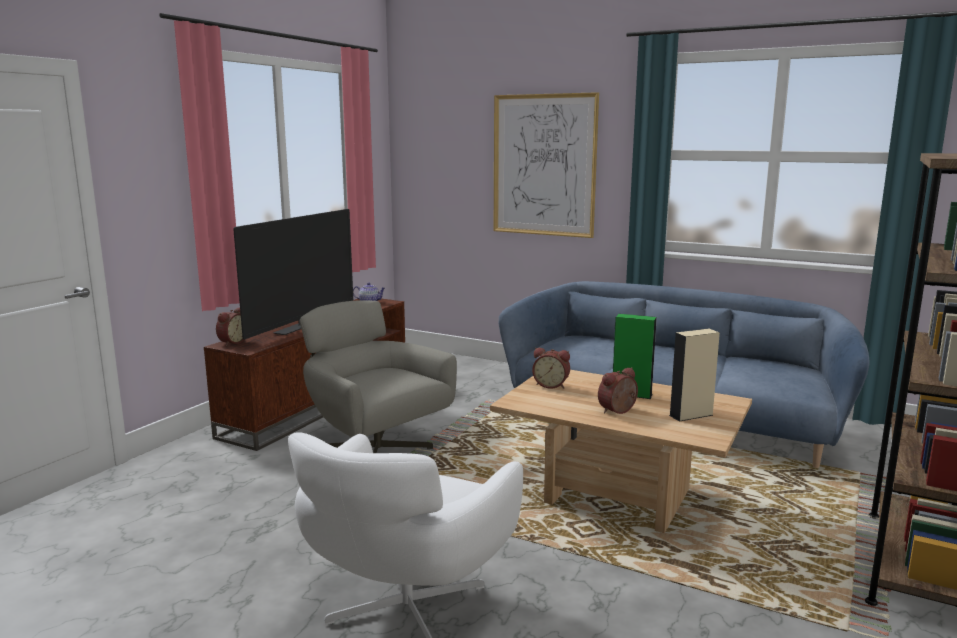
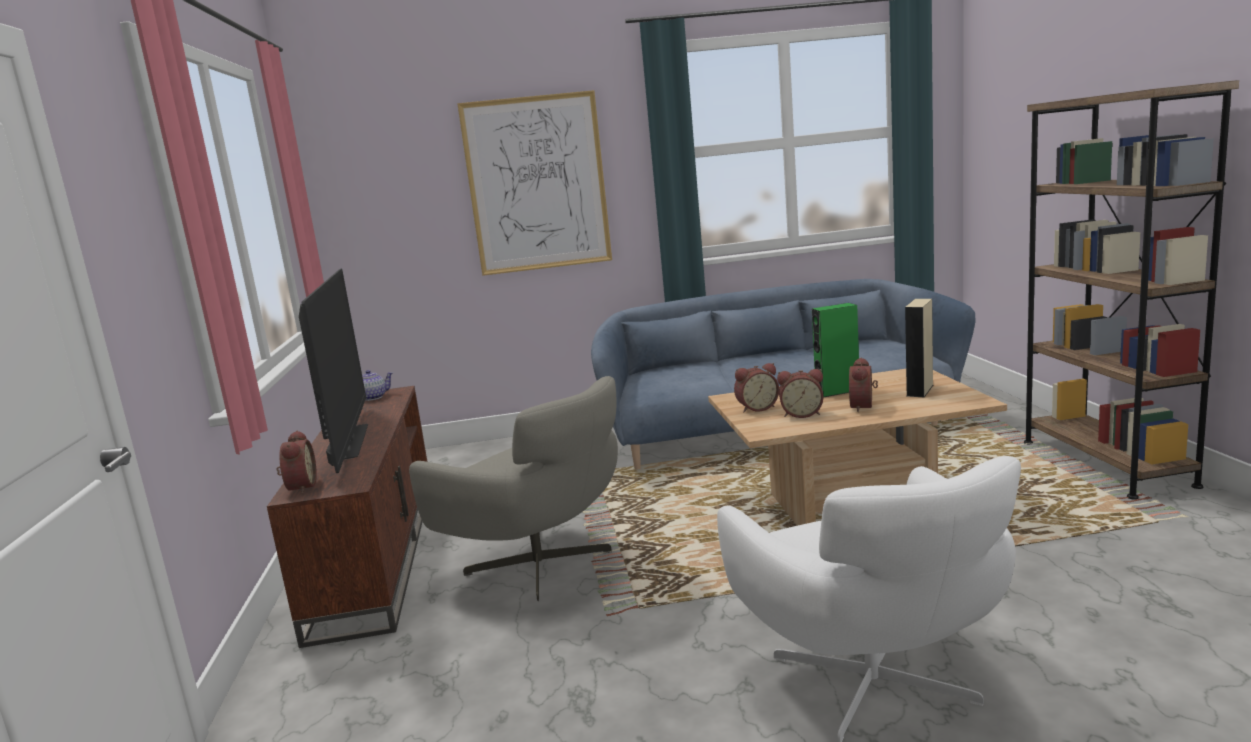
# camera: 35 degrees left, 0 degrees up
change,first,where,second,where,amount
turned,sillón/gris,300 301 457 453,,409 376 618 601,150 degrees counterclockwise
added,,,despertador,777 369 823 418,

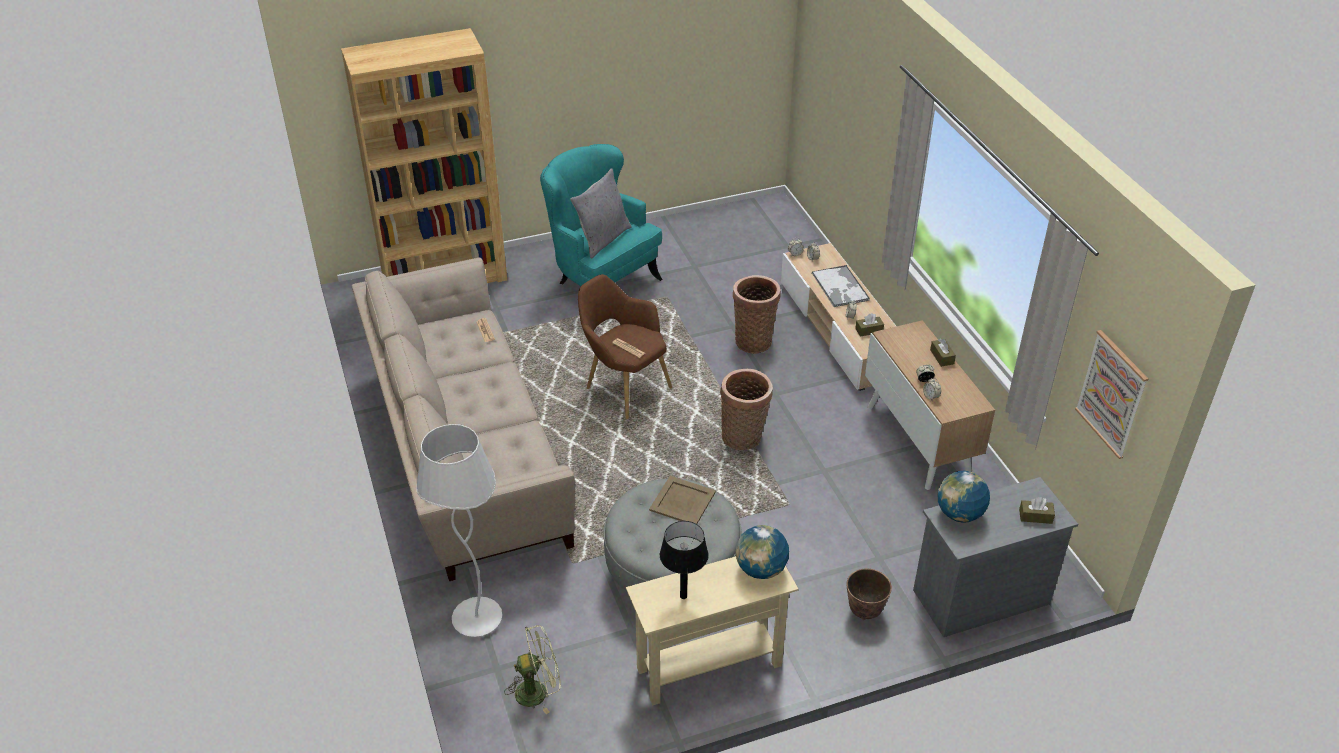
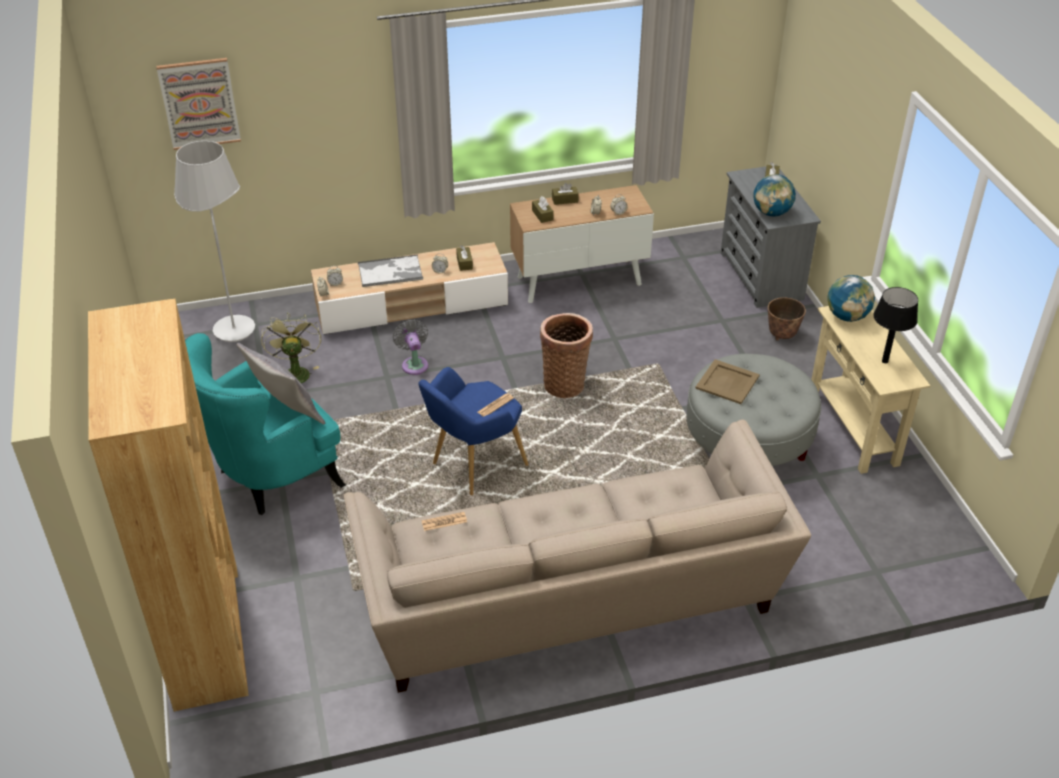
# camera: 85 degrees left, 0 degrees up
change,first,where,second,where,amount
recoloured,sillón/marrón,578 274 672 419,sillón/azul,418 367 529 495,
replaced,cesta,733 275 781 354,ventilador/gris,393 319 428 375,
moved,cuadro,1075 330 1148 459,,156 58 241 150,
moved,lámpara de pie/blanco,417 424 502 637,,174 141 255 342,
moved,ventilador/verde,504 625 561 715,,261 313 321 383,
added,,,caja de pañuelos/marrón,532 196 554 223,

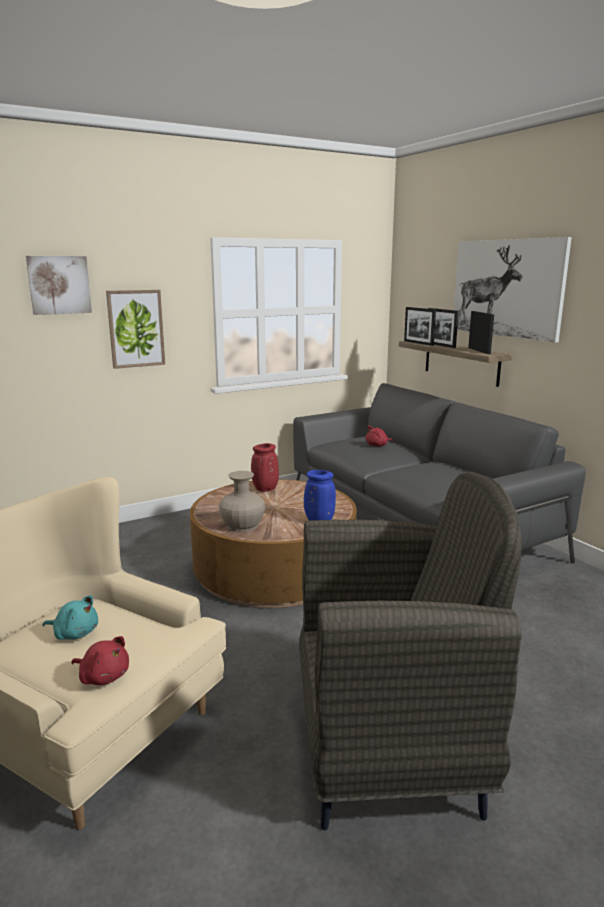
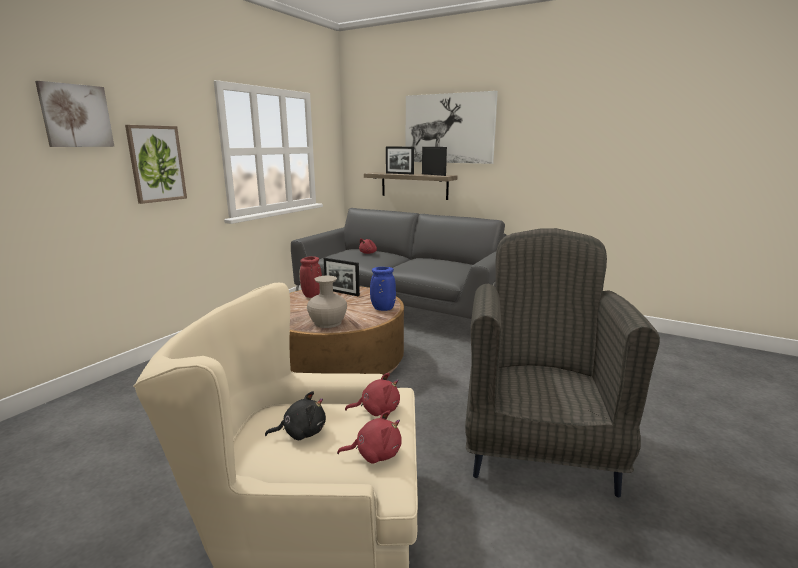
# camera: 30 degrees left, 0 degrees up
change,first,where,second,where,amount
moved,portarretratos,404 307 436 346,,324 258 360 296,
turned,sillón/gris,299 472 522 831,,465 228 660 497,45 degrees counterclockwise
recoloured,peluche/turquesa,43 595 98 640,peluche/negro,265 391 326 440,
added,,,peluche/rojo,345 373 400 416,

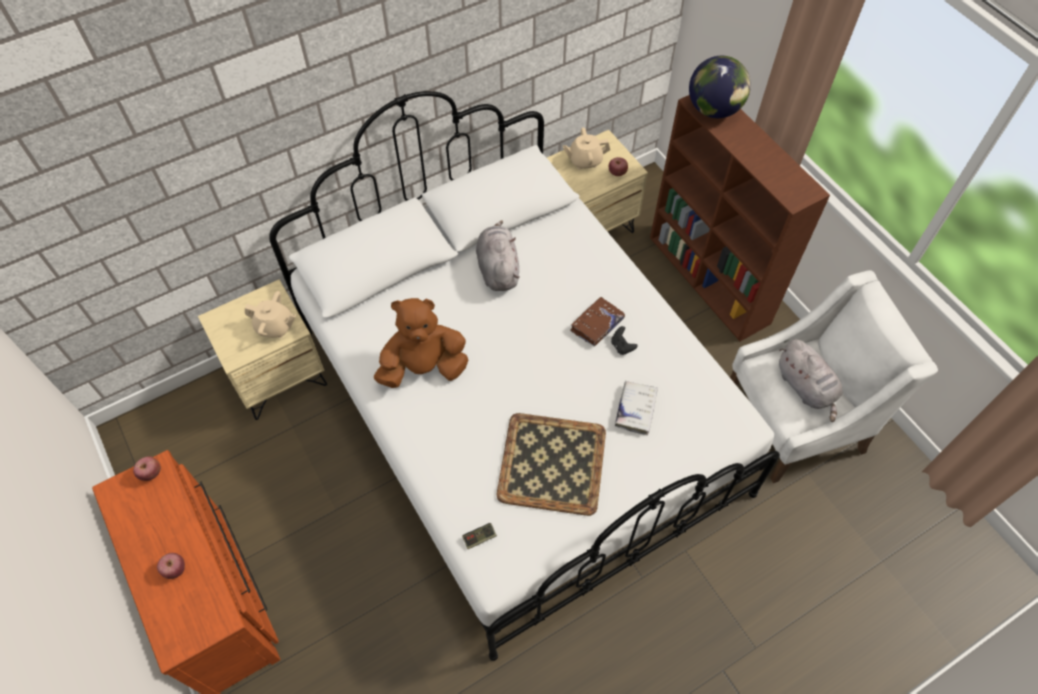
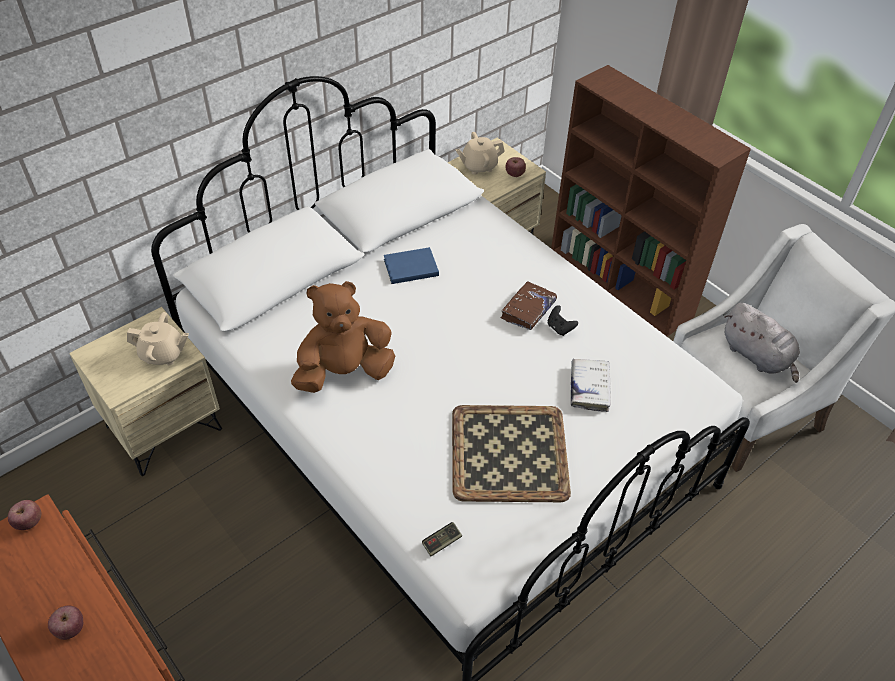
# camera: 10 degrees left, 10 degrees down
change,first,where,second,where,amount
removed,globo terráqueo,689 56 751 118,,,
replaced,peluche/gris,476 220 520 291,libro/azul,384 247 439 284,

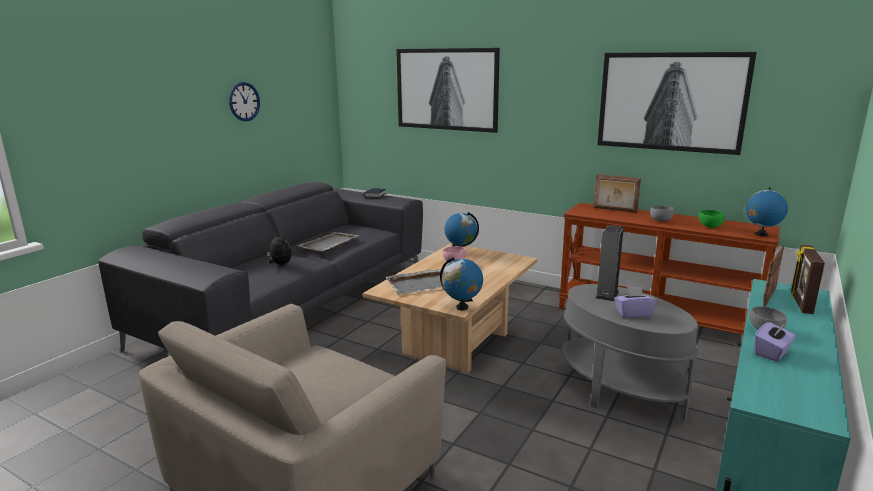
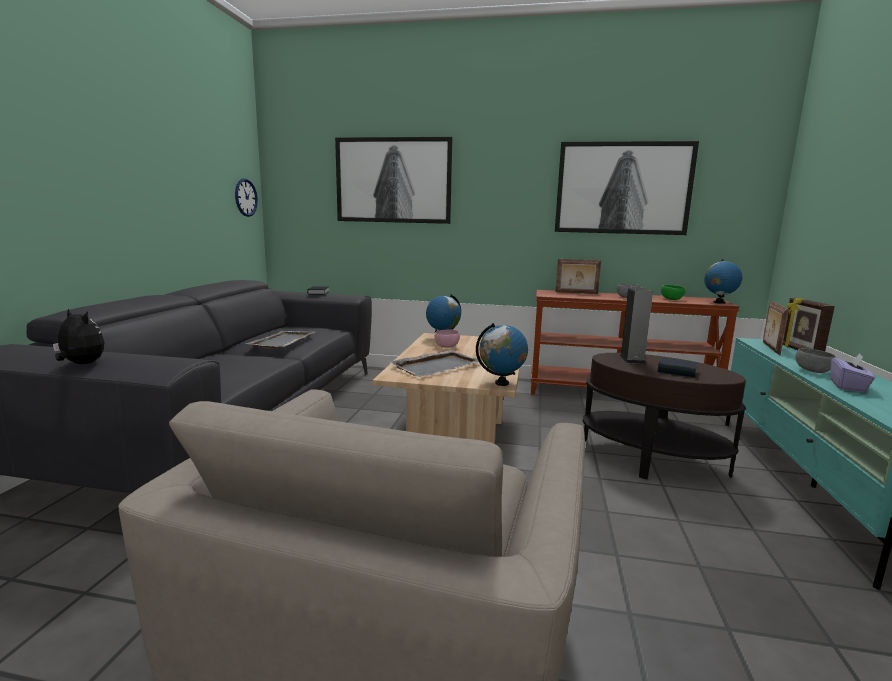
# camera: 20 degrees left, 5 degrees down
change,first,where,second,where,amount
moved,reloj de pared,229 82 260 121,,235 178 258 217,
moved,peluche,267 233 292 265,,53 308 104 364,
recoloured,mesa auxiliar/gris,561 284 698 421,mesa auxiliar/marrón,583 353 746 479,
replaced,caja de pañuelos/morado,614 287 657 318,libro,657 358 698 377,

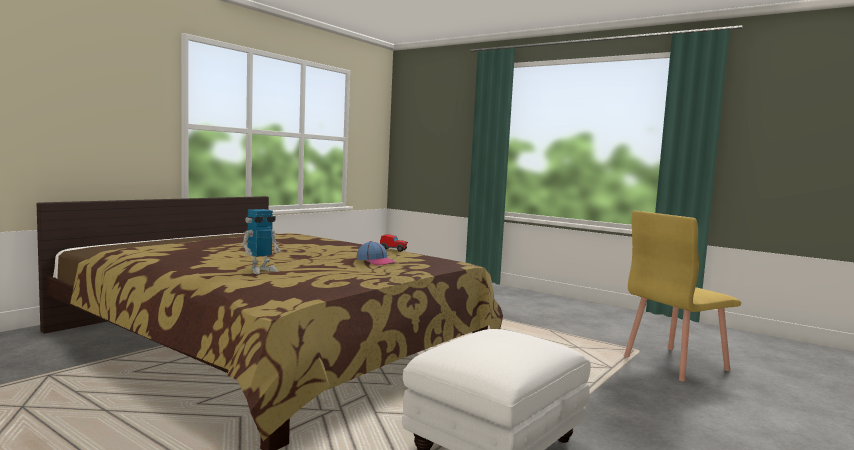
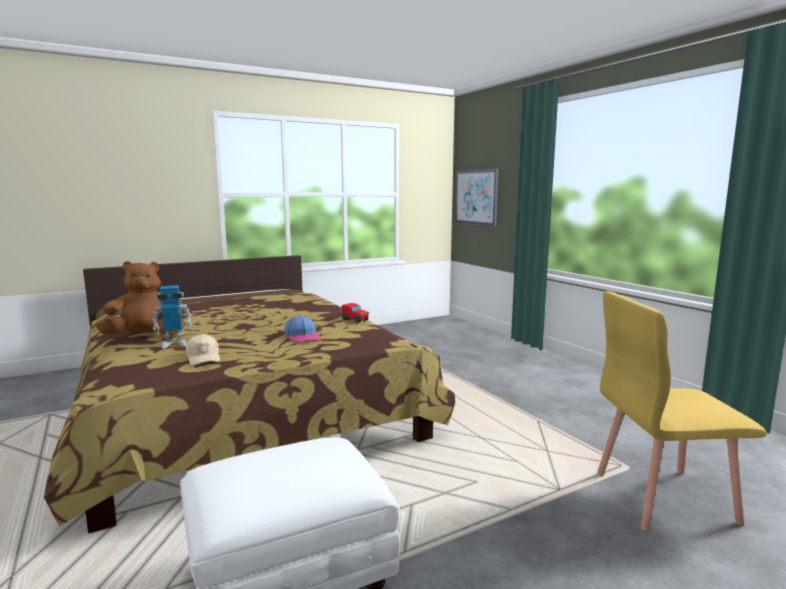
# camera: 25 degrees right, 5 degrees up
change,first,where,second,where,amount
added,,,cuadro,455 169 498 226,
added,,,peluche/marrón,96 261 185 335,
added,,,gorra/beis,186 334 220 365,

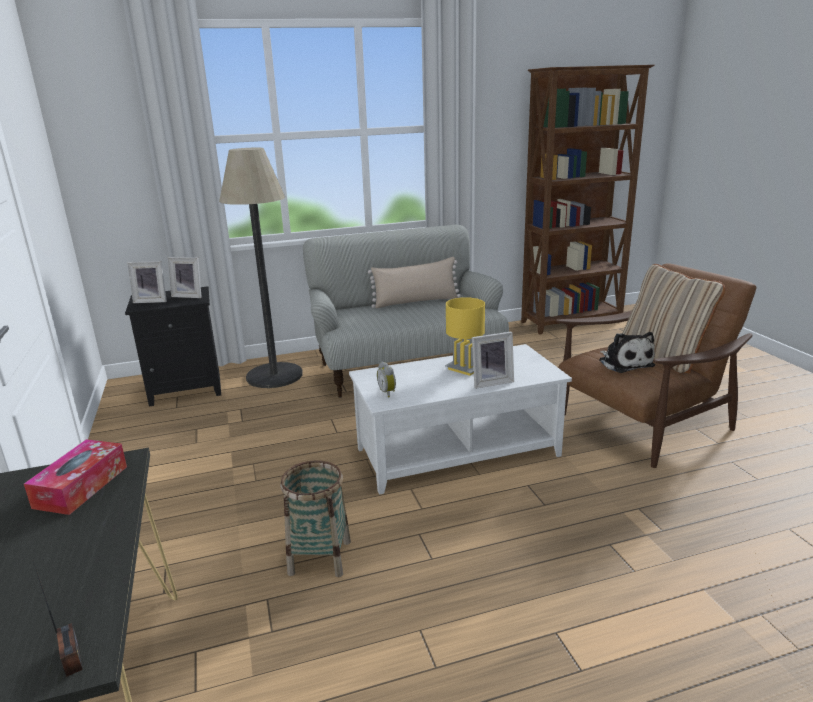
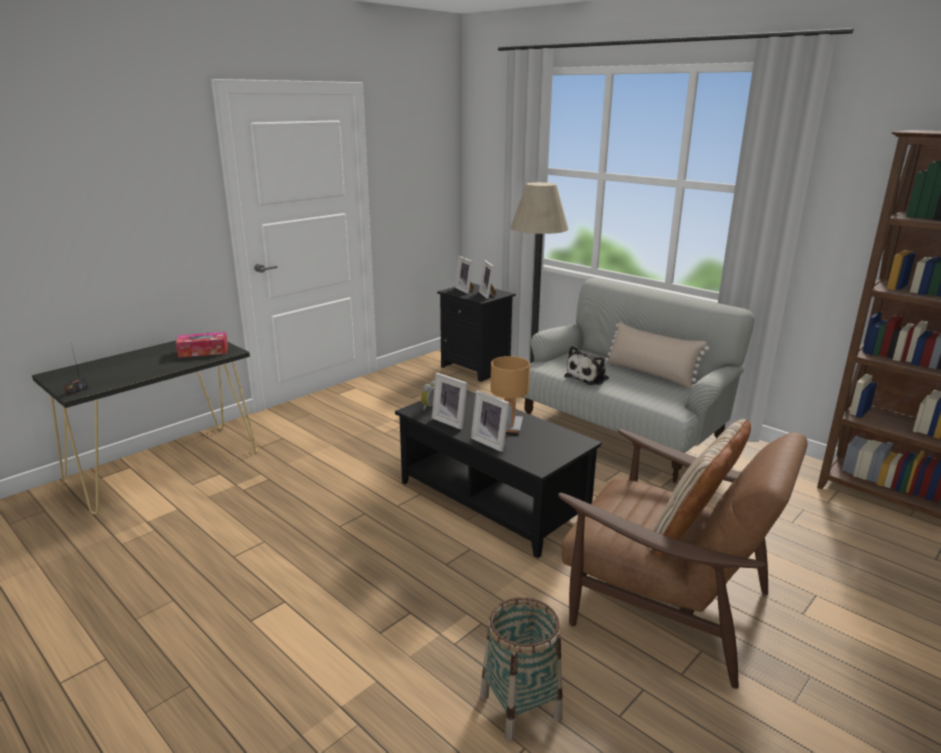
# camera: 60 degrees right, 0 degrees up
change,first,where,second,where,amount
recoloured,lámpara de mesa/amarillo,445 298 485 376,lámpara de mesa/marrón,491 356 530 433,
moved,peluche,599 332 655 373,,564 345 609 385,
recoloured,mesa de centro/blanco,349 344 572 495,mesa de centro/negro,395 390 602 558,
moved,cesta,280 460 351 577,,480 597 563 742,
added,,,portarretratos,432 373 467 429,

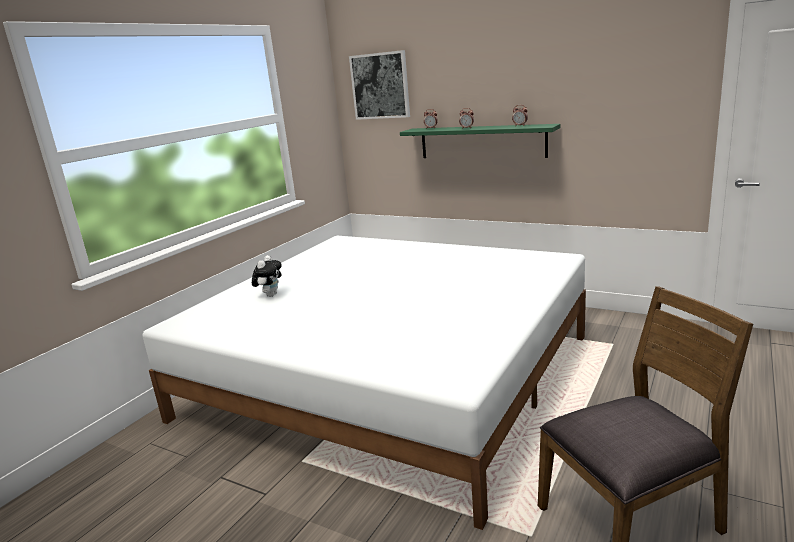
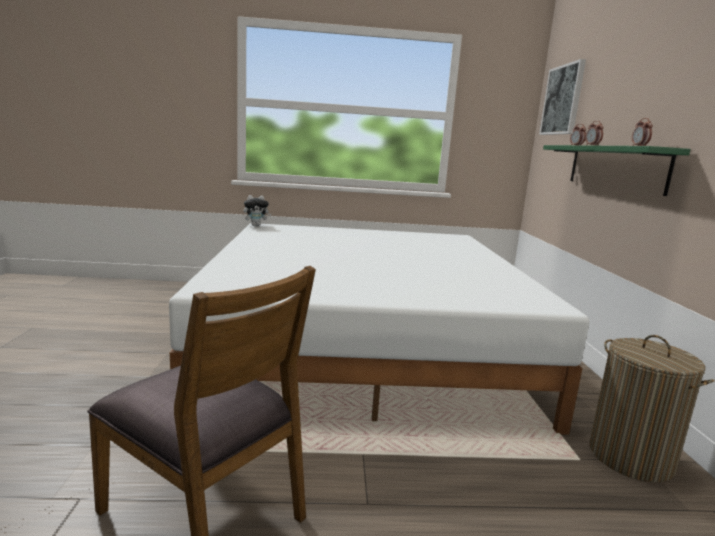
# camera: 55 degrees right, 5 degrees down
change,first,where,second,where,amount
moved,peluche,252 255 282 297,,243 195 271 226,
added,,,cesto de la ropa,589 335 714 482,

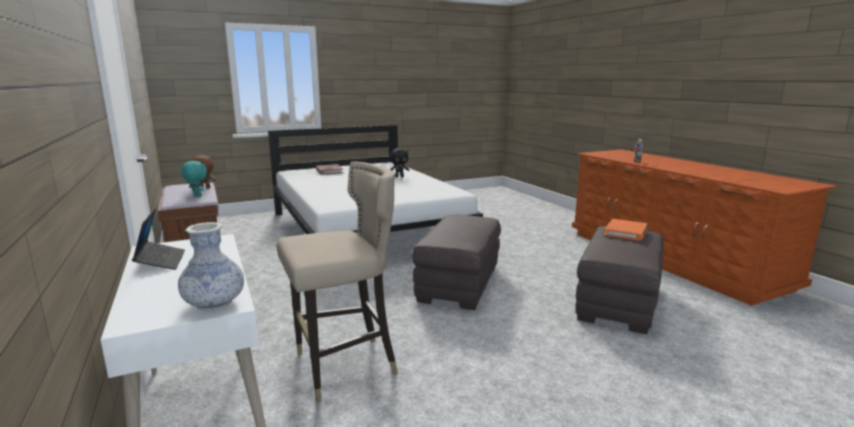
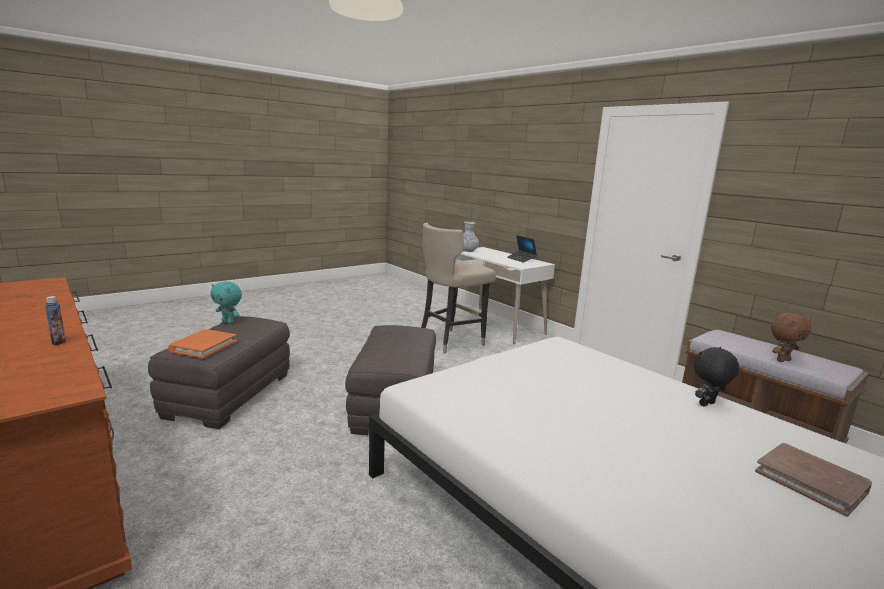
# camera: 165 degrees right, 0 degrees up
change,first,where,second,where,amount
moved,peluche/negro,390 148 409 177,,694 347 740 407,
moved,peluche/turquesa,181 161 207 197,,210 281 242 324,

